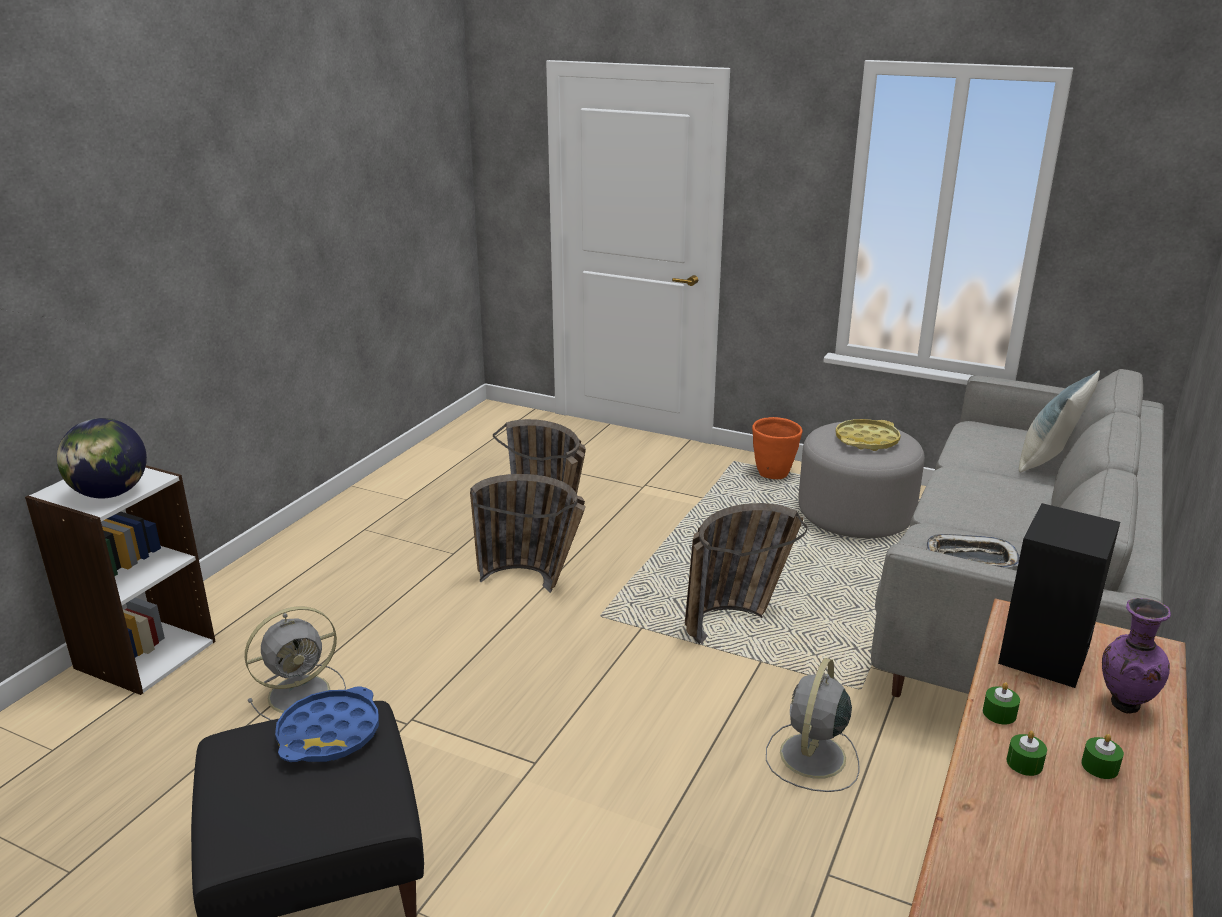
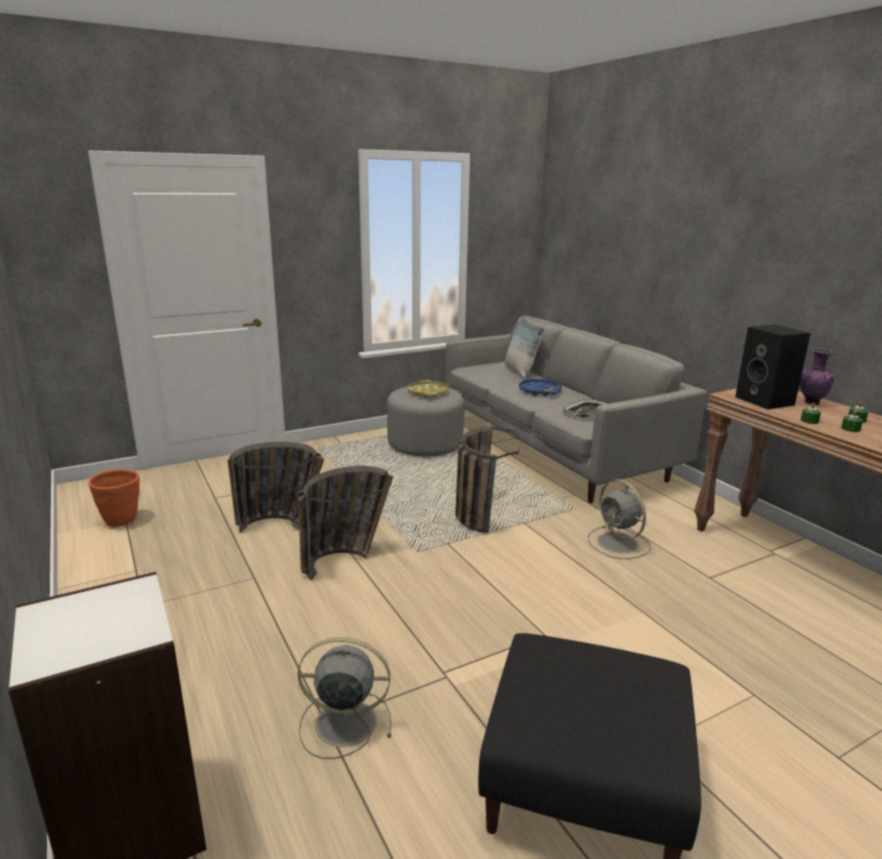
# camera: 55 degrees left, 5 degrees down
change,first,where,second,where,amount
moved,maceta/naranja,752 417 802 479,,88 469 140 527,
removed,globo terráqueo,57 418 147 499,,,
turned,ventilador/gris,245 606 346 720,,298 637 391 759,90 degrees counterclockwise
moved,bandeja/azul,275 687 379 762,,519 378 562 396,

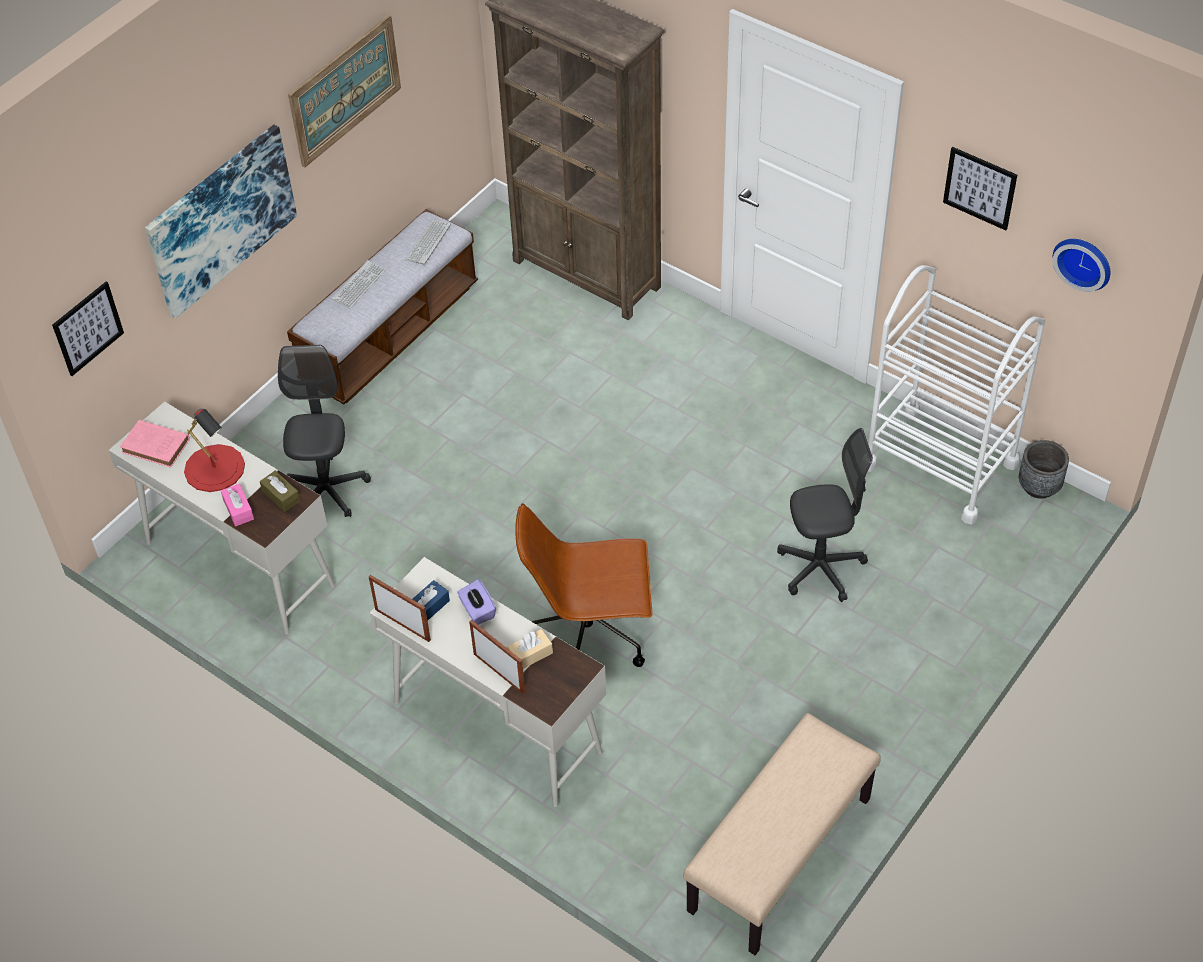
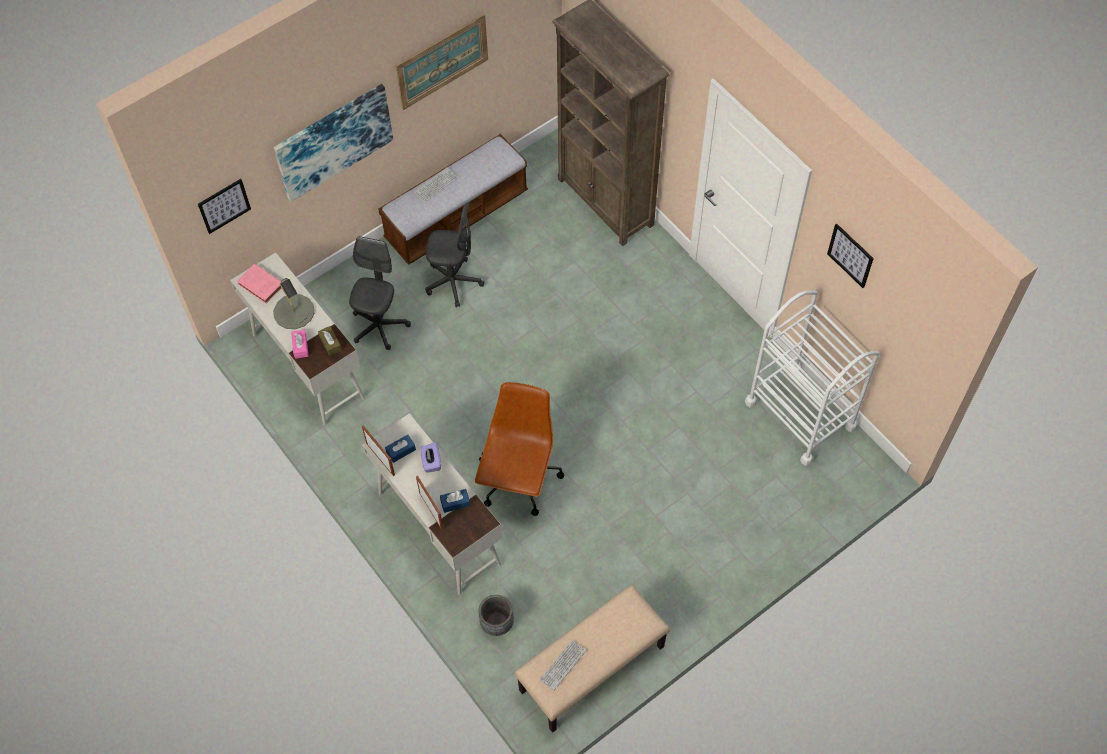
# camera: 15 degrees right, 10 degrees up
change,first,where,second,where,amount
moved,teclado,405 220 451 265,,539 640 586 691,
removed,reloj de pared,1053 239 1111 292,,,
recoloured,lámpara de mesa/rojo,184 408 245 492,lámpara de mesa/gris,273 278 314 329,
moved,silla de oficina/gris,777 428 873 602,,425 202 484 307,
moved,maceta/gris,1019 440 1069 499,,478 595 514 636,
turned,silla de oficina/marrón,515 503 653 667,,475 382 565 516,90 degrees clockwise
recoloured,caja de pañuelos/beis,507 629 553 669,caja de pañuelos/azul,440 489 470 513,

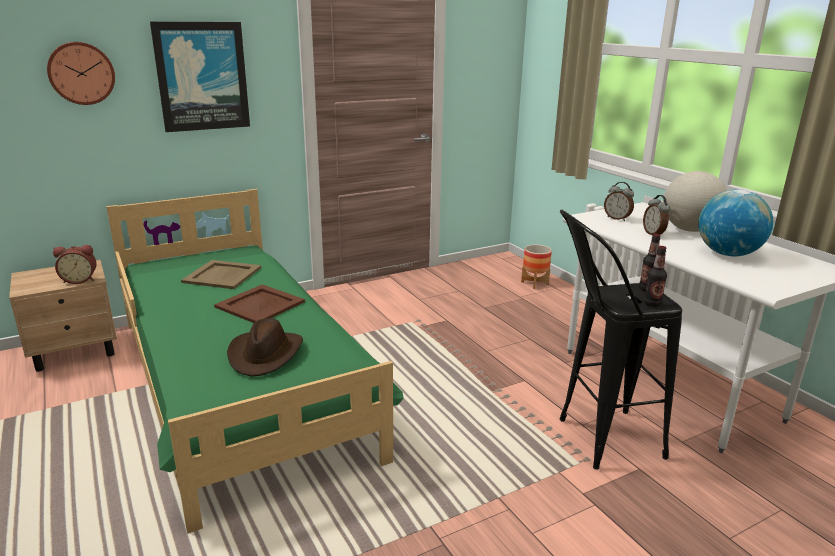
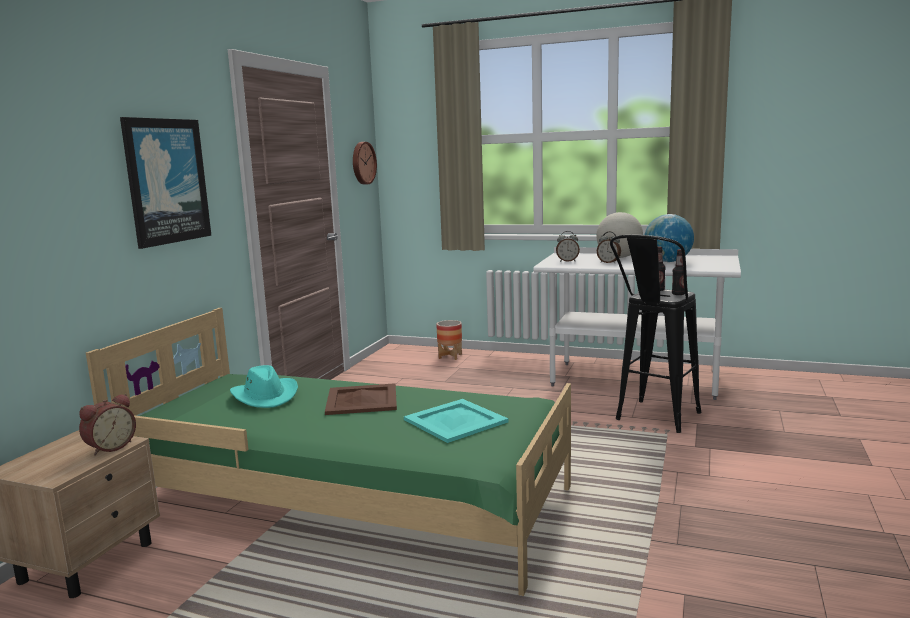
# camera: 40 degrees left, 10 degrees down
change,first,where,second,where,amount
moved,reloj de pared,47 42 115 105,,353 142 377 184,
replaced,bandeja/beis,181 260 261 289,sombrero/turquesa,230 365 298 408,
replaced,sombrero/marrón,227 318 303 377,bandeja/turquesa,404 399 509 443,

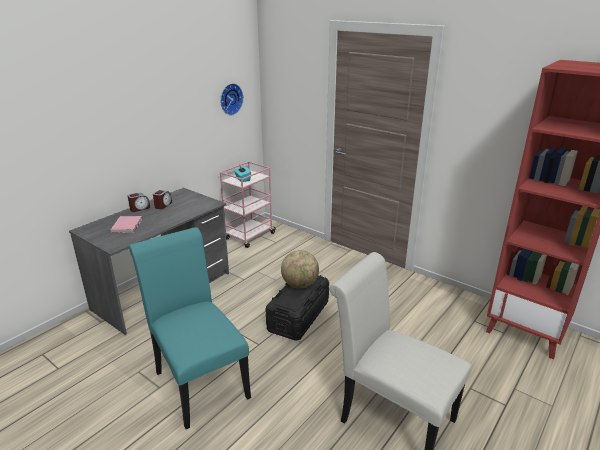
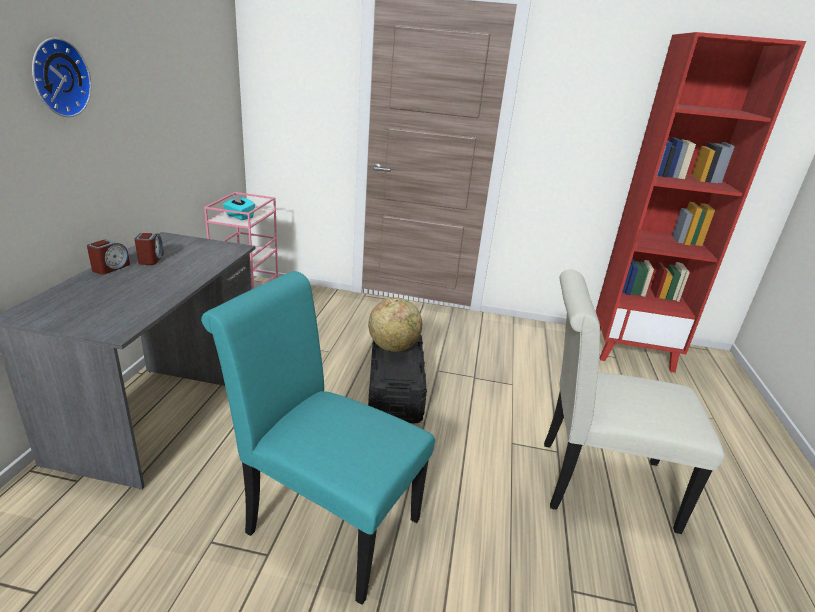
# camera: 30 degrees left, 0 degrees up
change,first,where,second,where,amount
moved,reloj de pared,220 83 243 116,,32 38 91 117,
removed,libro/rosa,111 216 142 233,,,

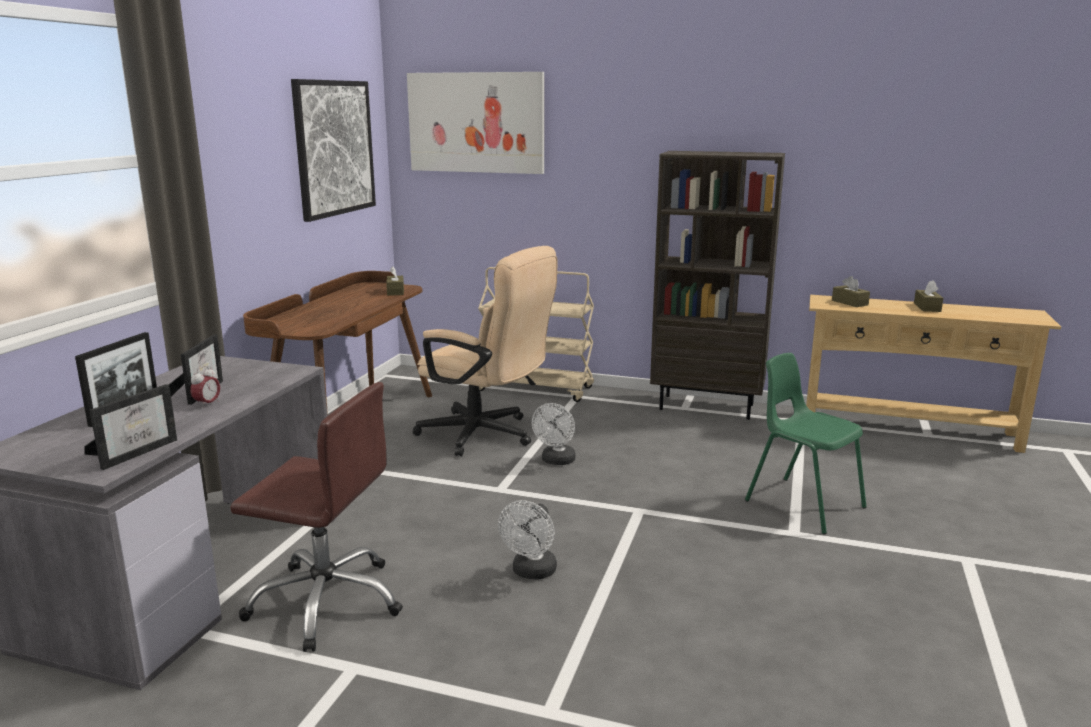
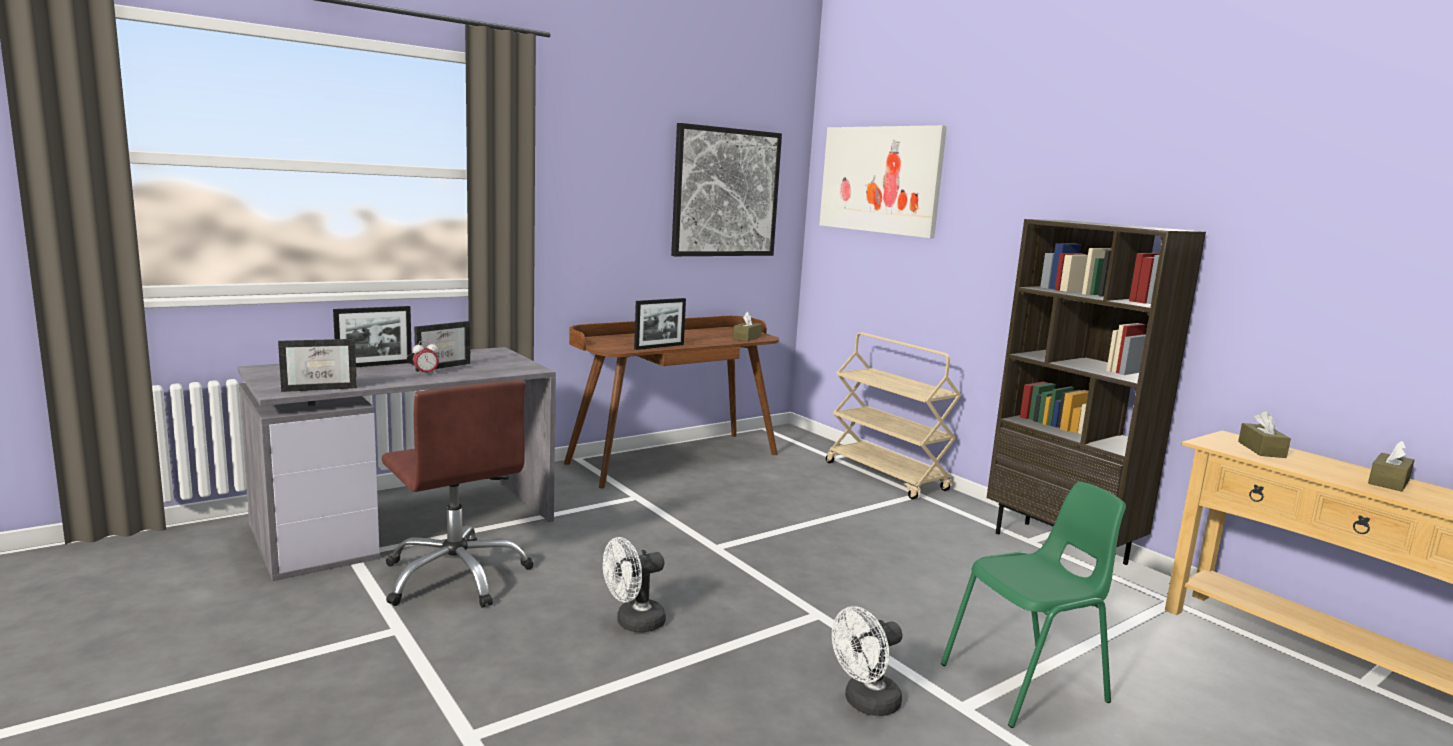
# camera: 35 degrees right, 5 degrees down
change,first,where,second,where,amount
removed,silla de oficina/beis,413 246 558 456,,,
turned,silla/verde,745 353 867 534,,941 482 1126 728,75 degrees clockwise
moved,ventilador/blanco,532 403 576 465,,832 606 902 716,
added,,,portarretratos,634 298 686 350,

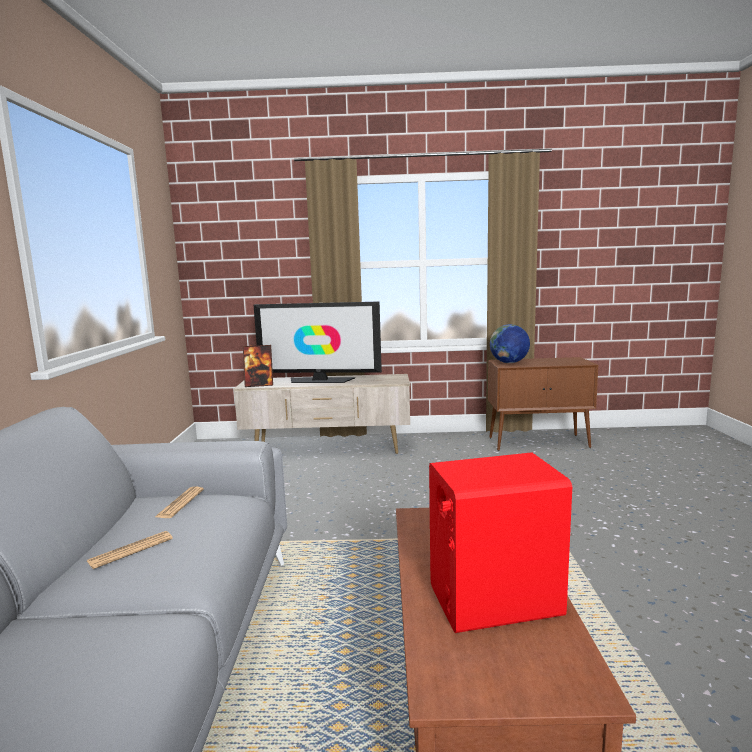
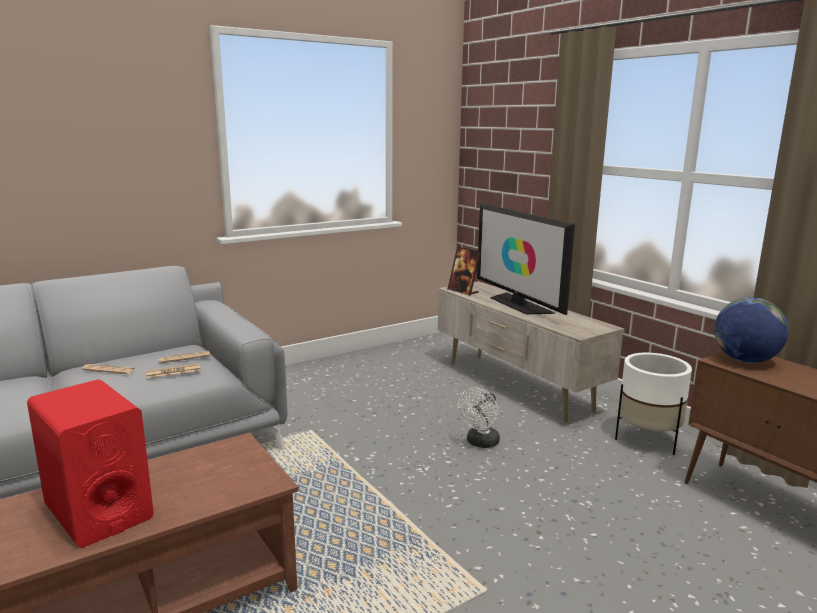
# camera: 55 degrees right, 5 degrees up
change,first,where,second,where,amount
added,,,maceta/blanco,615 353 692 455,
added,,,periódico,145 363 200 378,
added,,,ventilador/blanco,458 387 500 448,

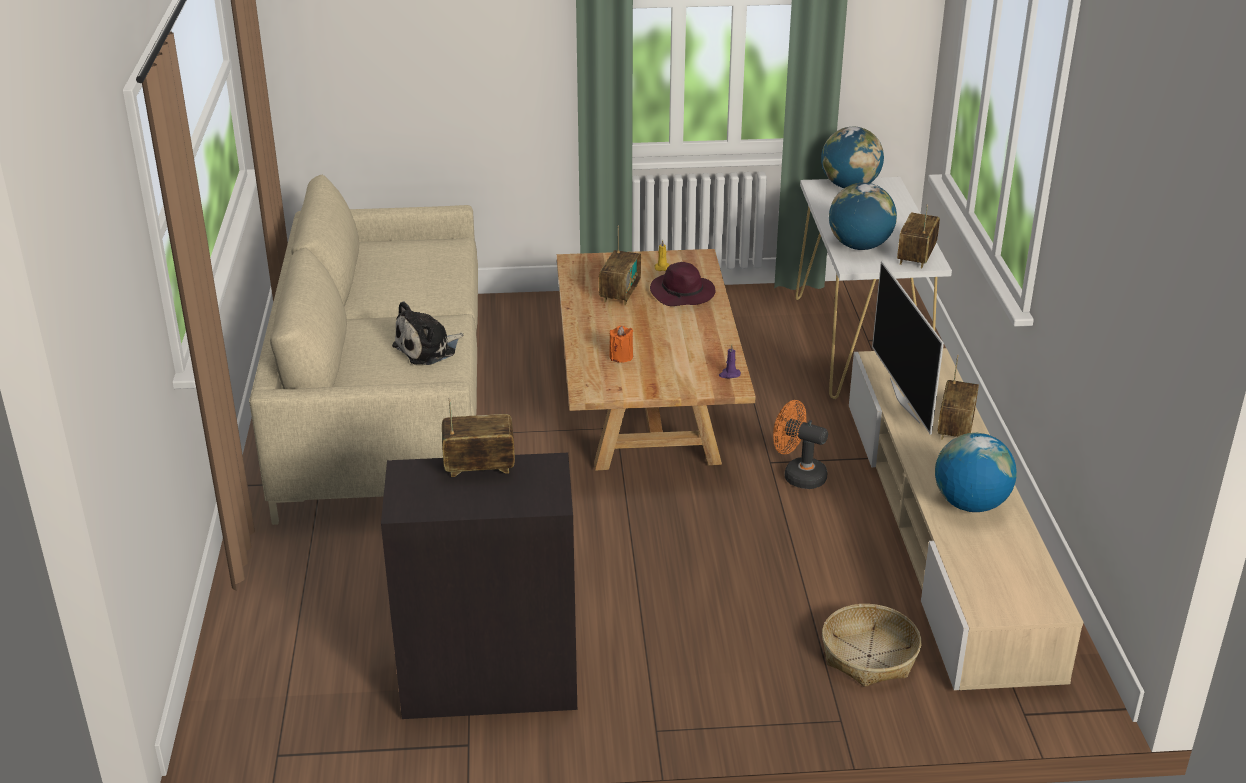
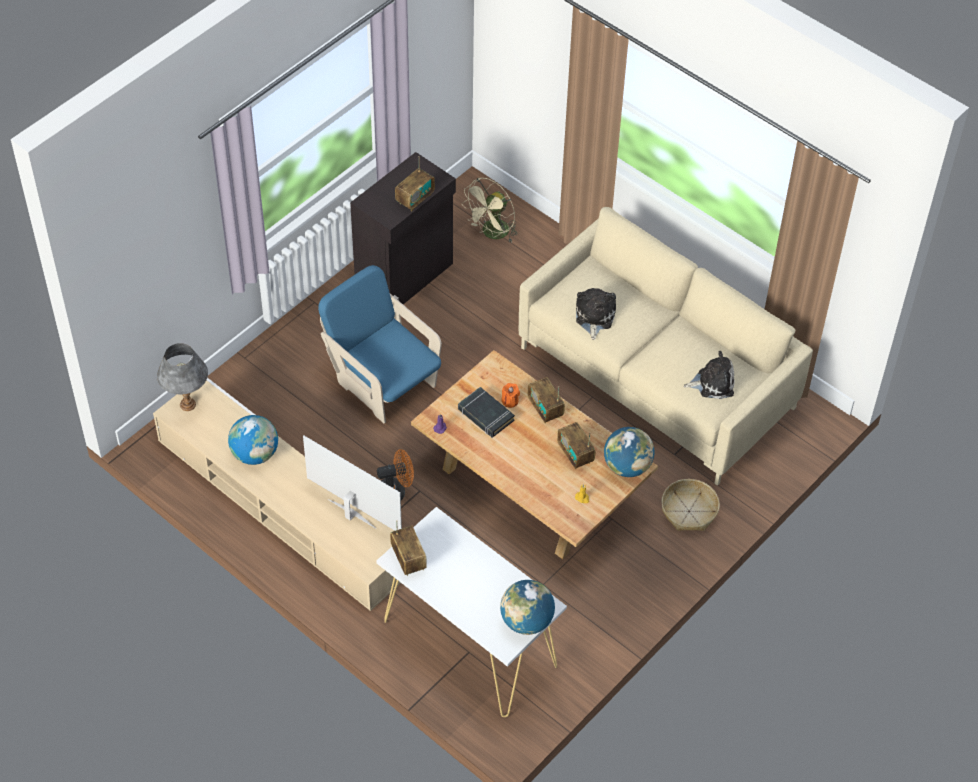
# camera: 135 degrees right, 20 degrees up
change,first,where,second,where,amount
moved,globo terráqueo,829 183 897 250,,604 427 655 477,
removed,sombrero/morado,650 262 716 306,,,
moved,radio,938 355 979 440,,528 377 565 423,
moved,cesta,822 604 921 687,,661 479 720 531,
added,,,ventilador/beis,462 178 518 243,
added,,,sillón/azul,318 265 442 424,
added,,,lámpara de mesa/gris,157 343 208 411,
added,,,peluche,684 351 734 399,
added,,,libro/negro,458 387 515 438,

